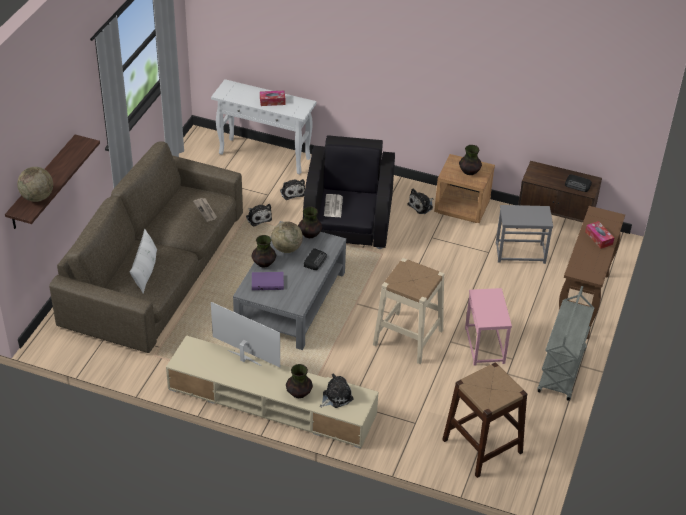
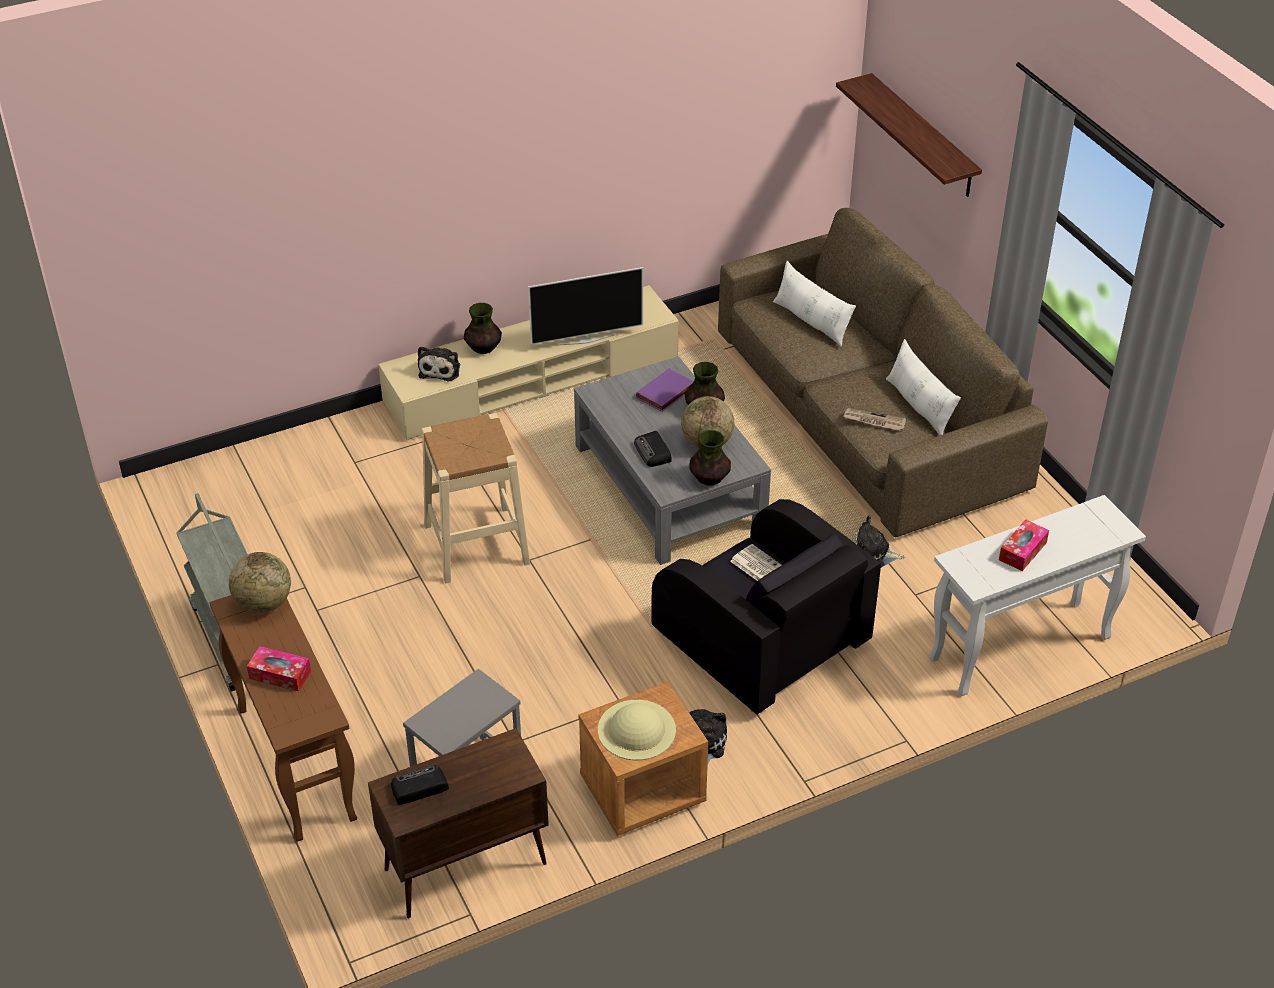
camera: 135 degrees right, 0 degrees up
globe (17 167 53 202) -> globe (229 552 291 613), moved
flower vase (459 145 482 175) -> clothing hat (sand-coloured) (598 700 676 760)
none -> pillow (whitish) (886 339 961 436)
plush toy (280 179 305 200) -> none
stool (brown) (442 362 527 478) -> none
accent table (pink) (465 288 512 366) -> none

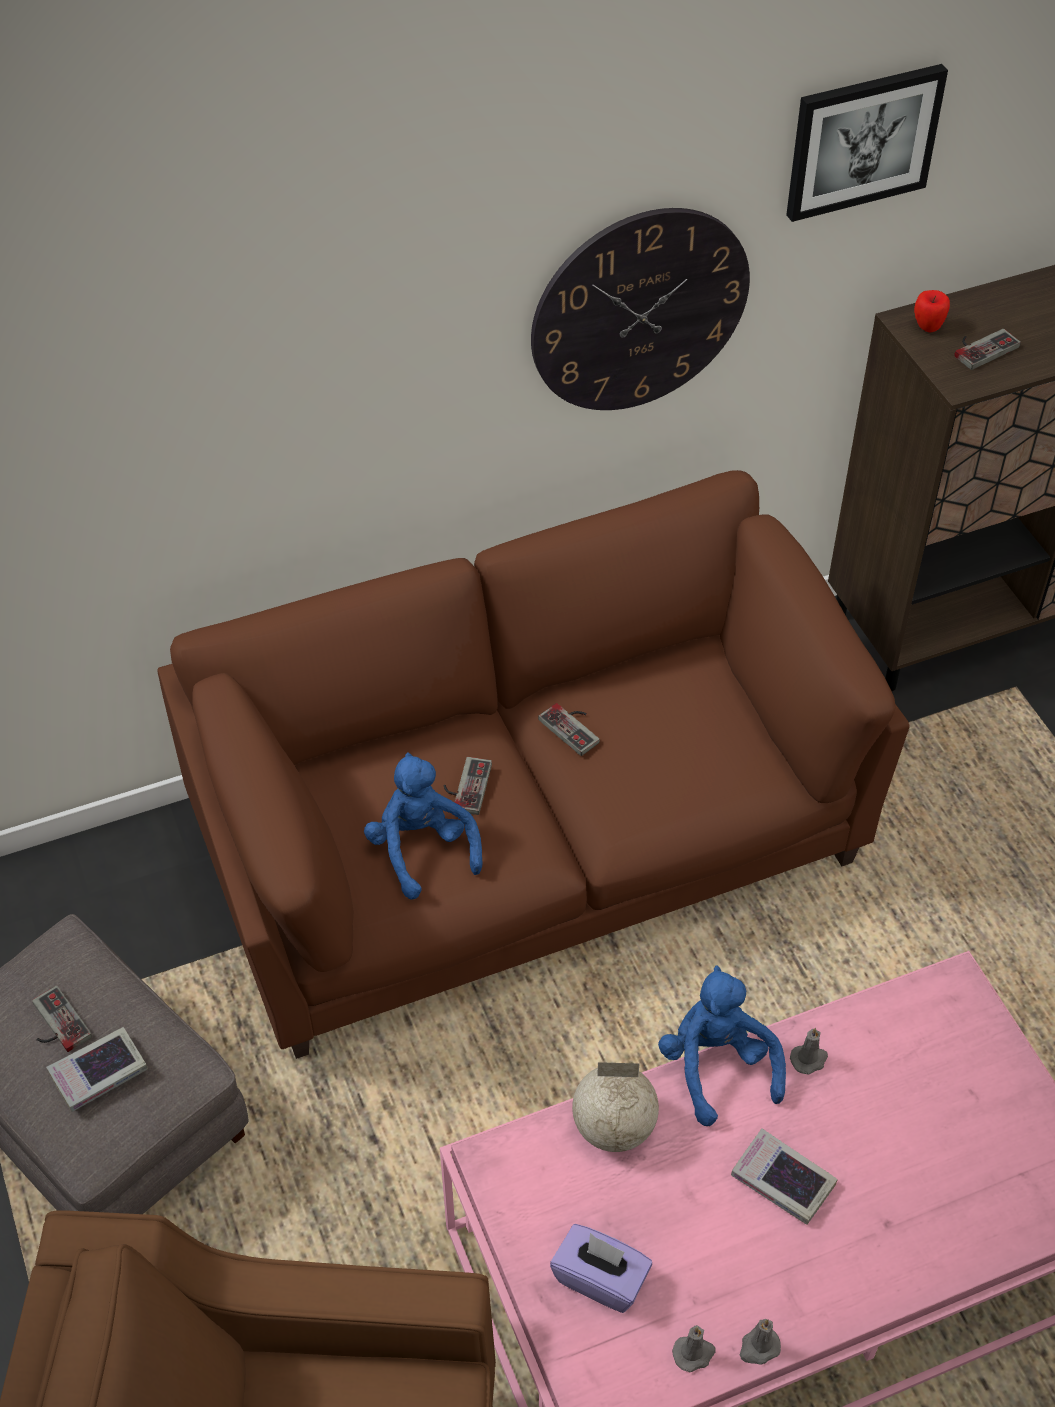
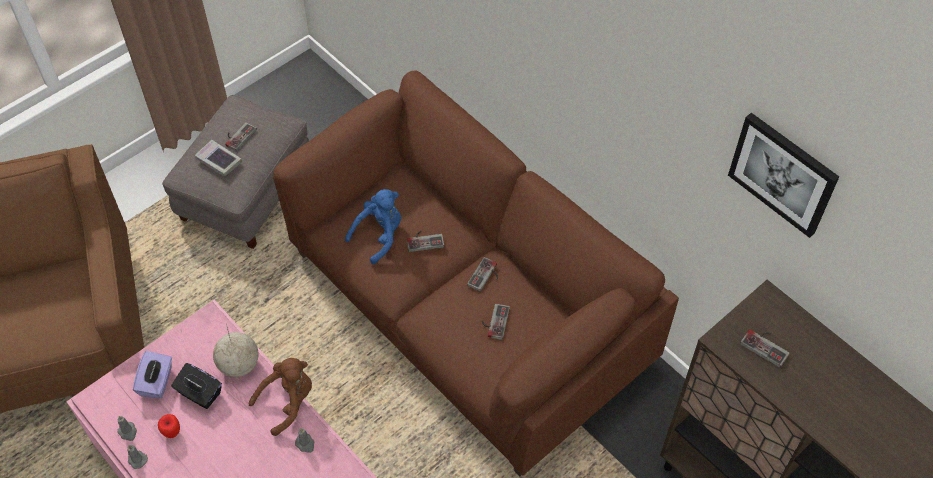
camera: 70 degrees right, 5 degrees up
apple (914 290 950 333) -> apple (158 414 180 438), moved
none -> box of tissues (black) (171 363 222 409)
plush toy (blue-coloured) (658 965 786 1126) -> plush toy (brown) (249 358 312 436)
none -> gamepad (482 304 510 340)
hanging clock (531 208 750 410) -> none
volume (731 1128 838 1225) -> none

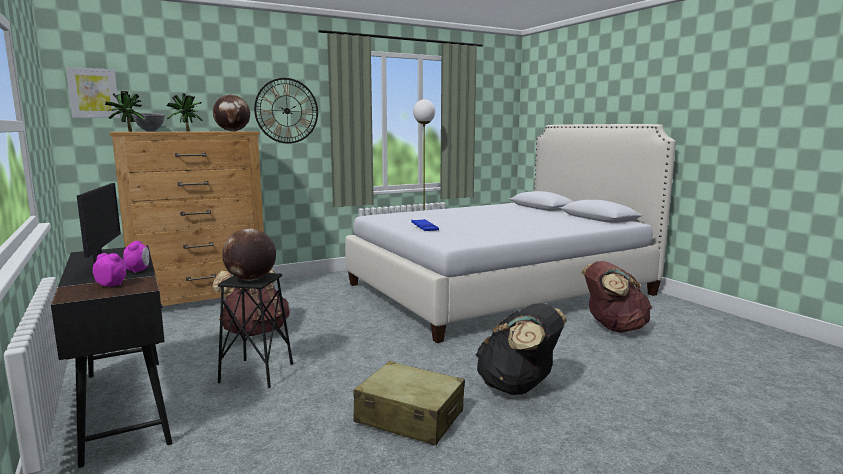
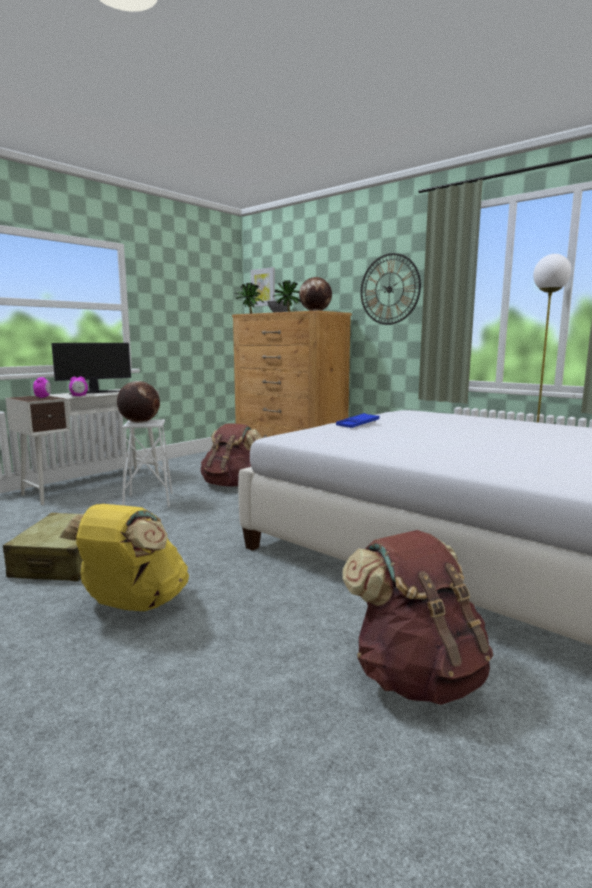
camera: 70 degrees right, 0 degrees up
desk (black) (51 245 172 468) -> desk (whitish) (5 389 160 505)
knapsack (black) (476 303 567 395) -> knapsack (yellow) (60 504 189 611)
stool (black) (218 273 293 388) -> stool (whitish) (122 419 173 507)

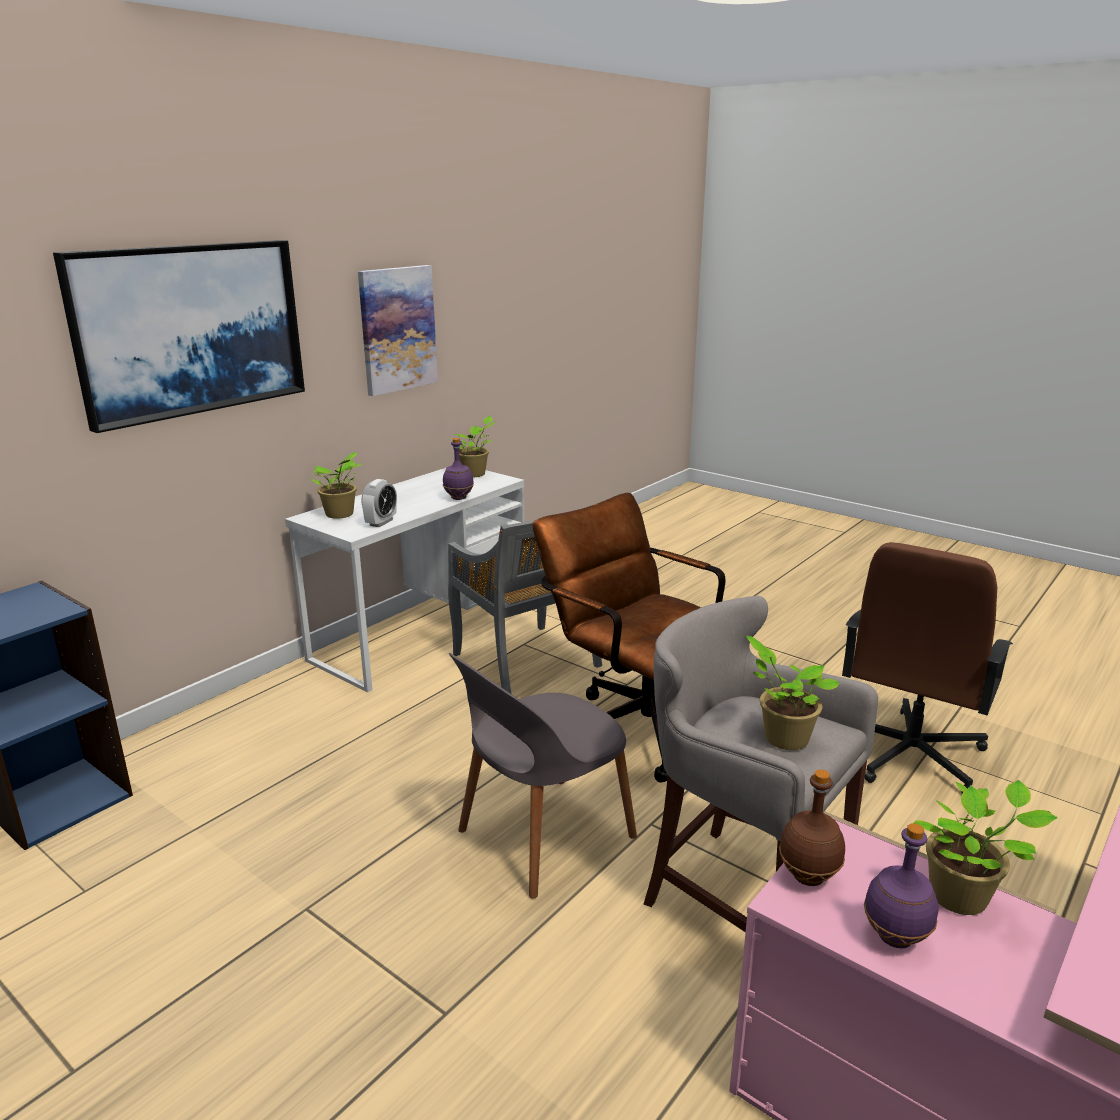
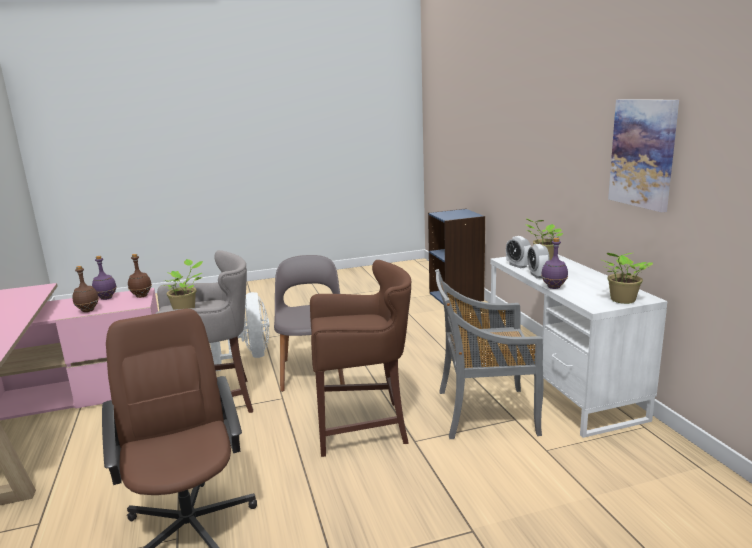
camera: 125 degrees right, 5 degrees down
potted plant (913 780 1058 915) -> bottle (brown) (72 266 99 312)
none -> electric fan (whitish) (210 292 270 371)
office chair (brown) (532 493 725 783) -> stool (brown) (310 260 411 457)
none -> table clock (527 244 550 278)
picture (53 240 305 433) -> none

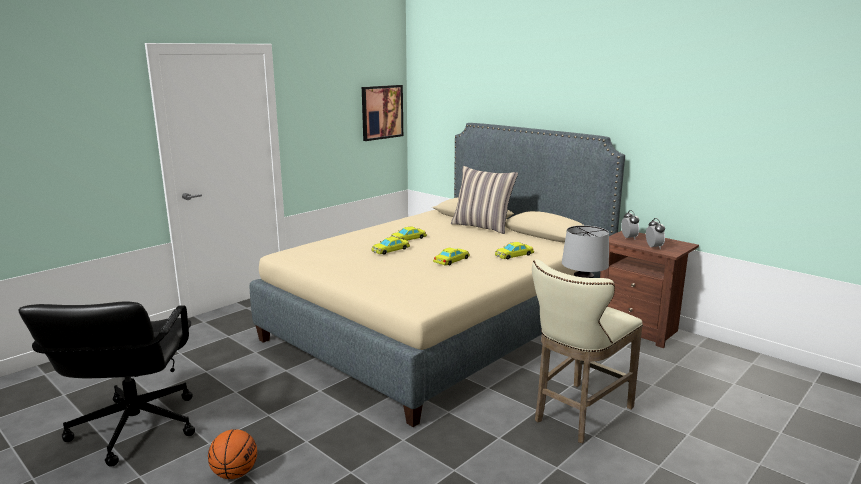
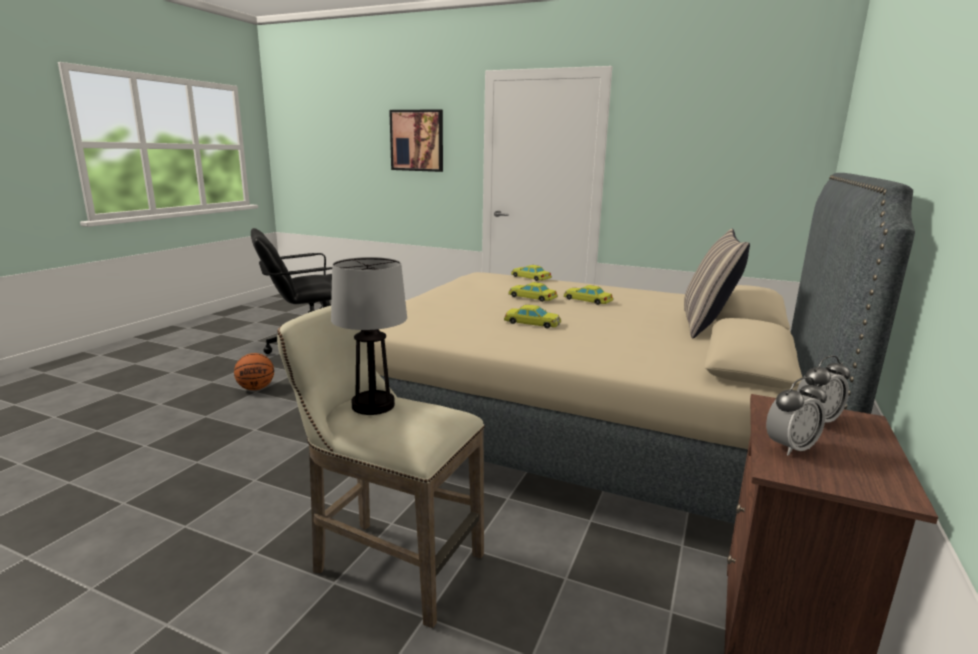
camera: 70 degrees right, 0 degrees up
picture (362 85 403 141) -> picture (389 109 443 172), moved
toy car (yellow) (495 242 534 260) -> toy car (yellow) (511 265 552 281), moved

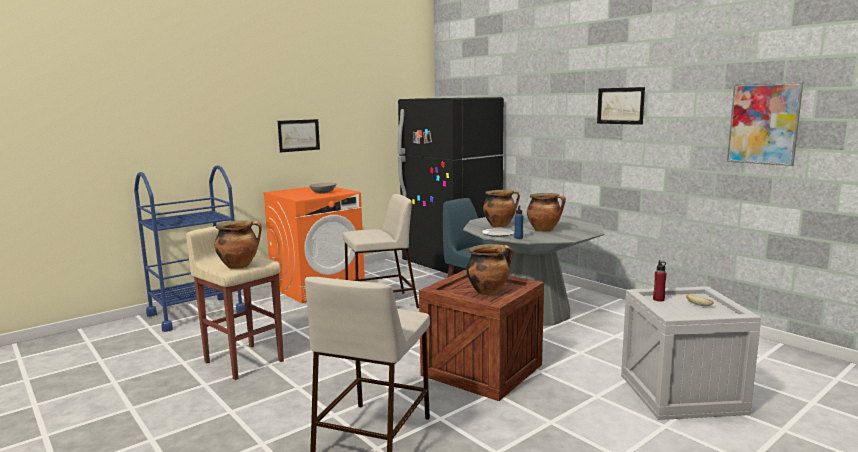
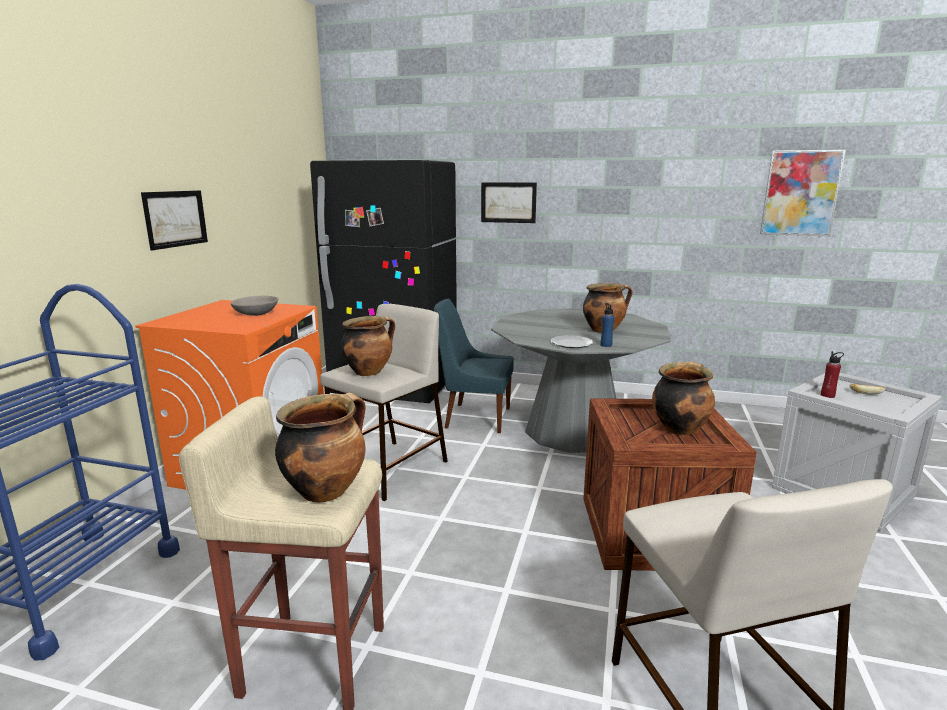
camera: 35 degrees left, 5 degrees up
saucepot (483 190 520 227) -> saucepot (341 316 395 376), moved
picture (597 87 645 125) -> picture (481 182 537 223), moved

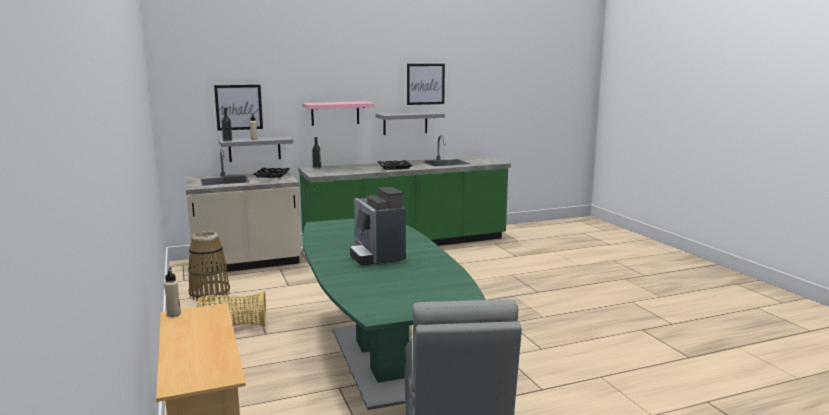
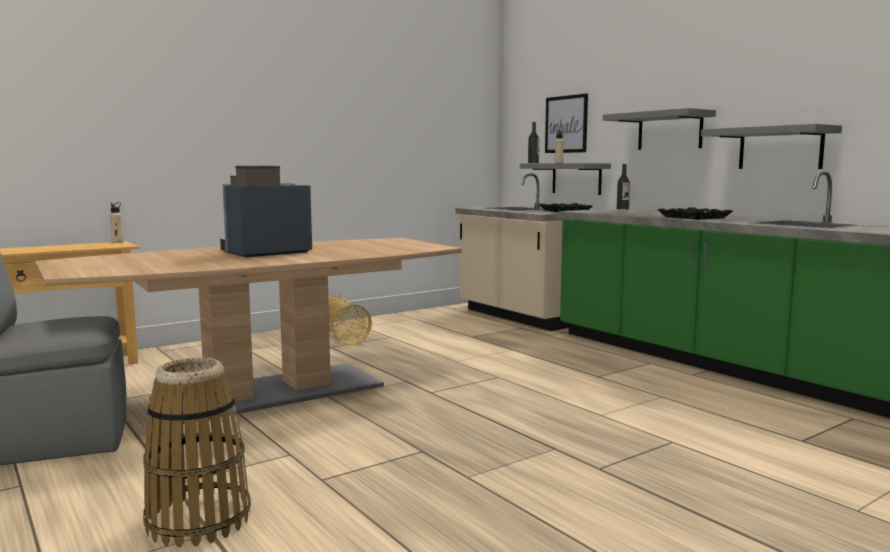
camera: 75 degrees right, 5 degrees down
dining table (green) (303 218 486 410) -> dining table (brown) (35 238 462 424)
household basket (188 231 230 301) -> household basket (143 358 251 547), moved
shelf (pink) (302 101 375 126) -> shelf (greyish) (603 108 716 150)
picture (407 64 445 105) -> none

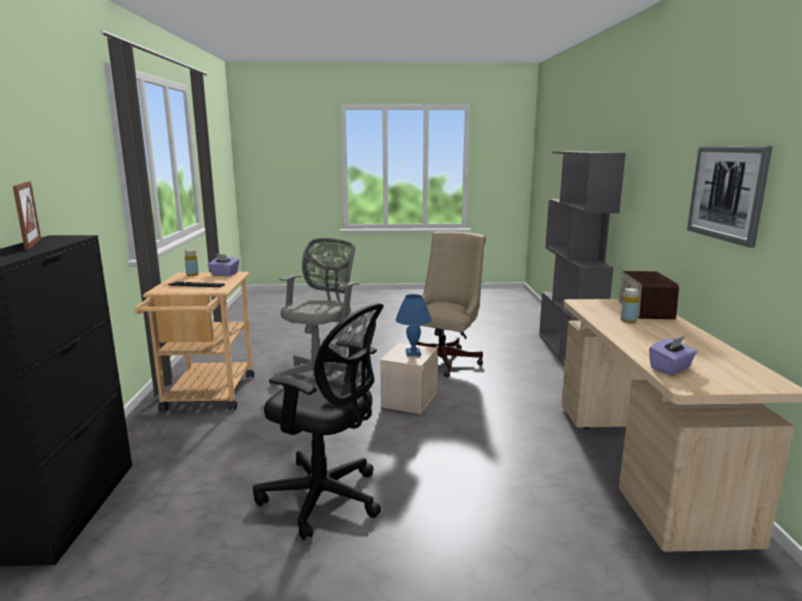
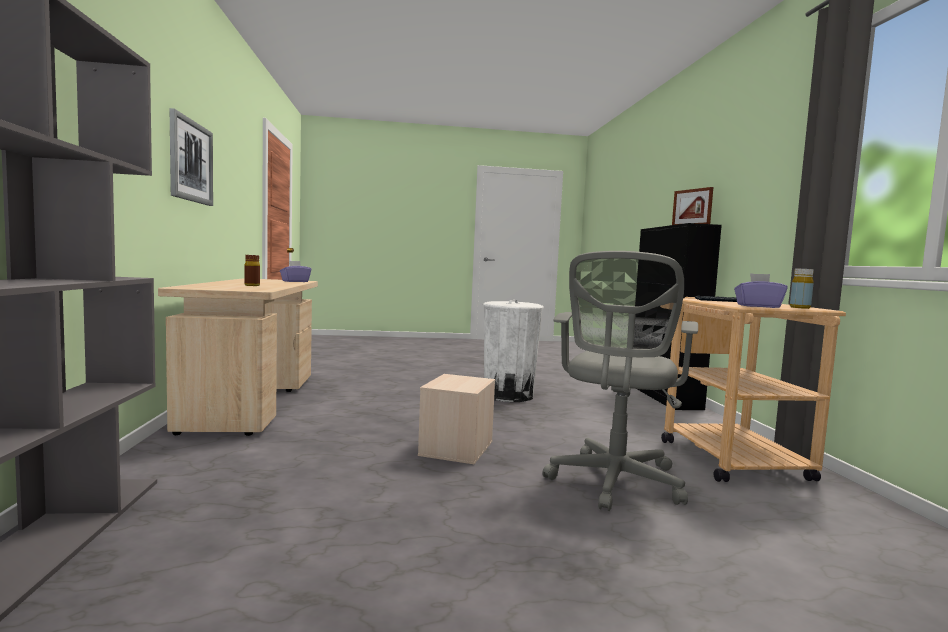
camera: 175 degrees right, 10 degrees down
bottle (yellow) (621 288 639 323) -> bottle (brown) (245 255 260 286)
office chair (black) (253 303 384 540) -> trash can (whitish) (483 300 544 402)
lamp for a table (blue-coloured) (395 294 432 356) -> none
office chair (sand-coloured) (416 232 486 377) -> none
radio receiver (619 271 679 319) -> none

